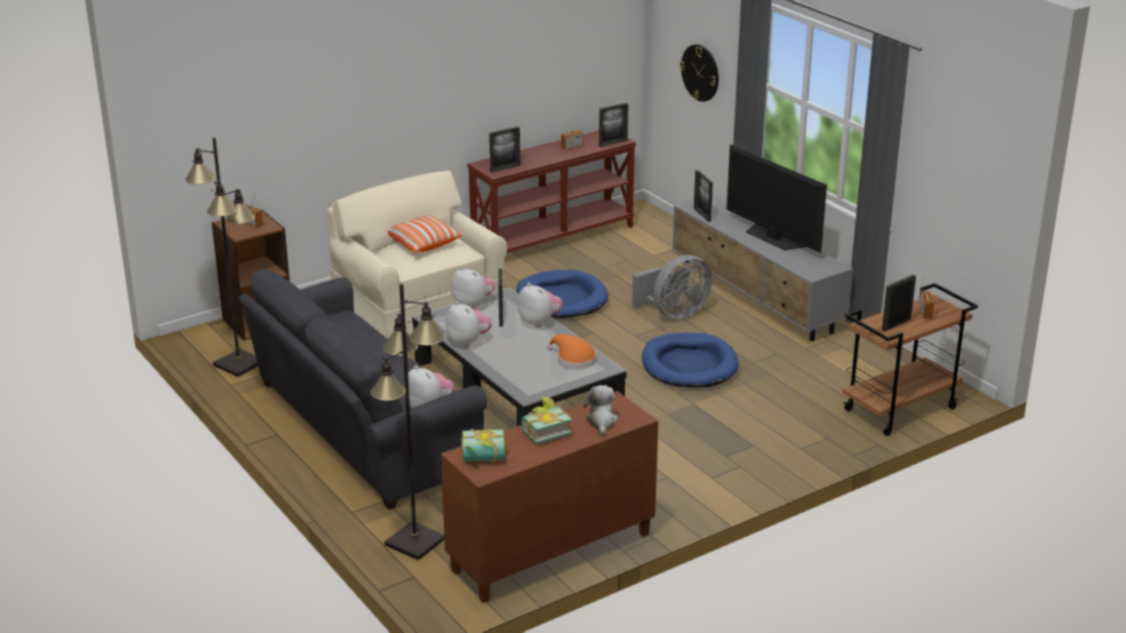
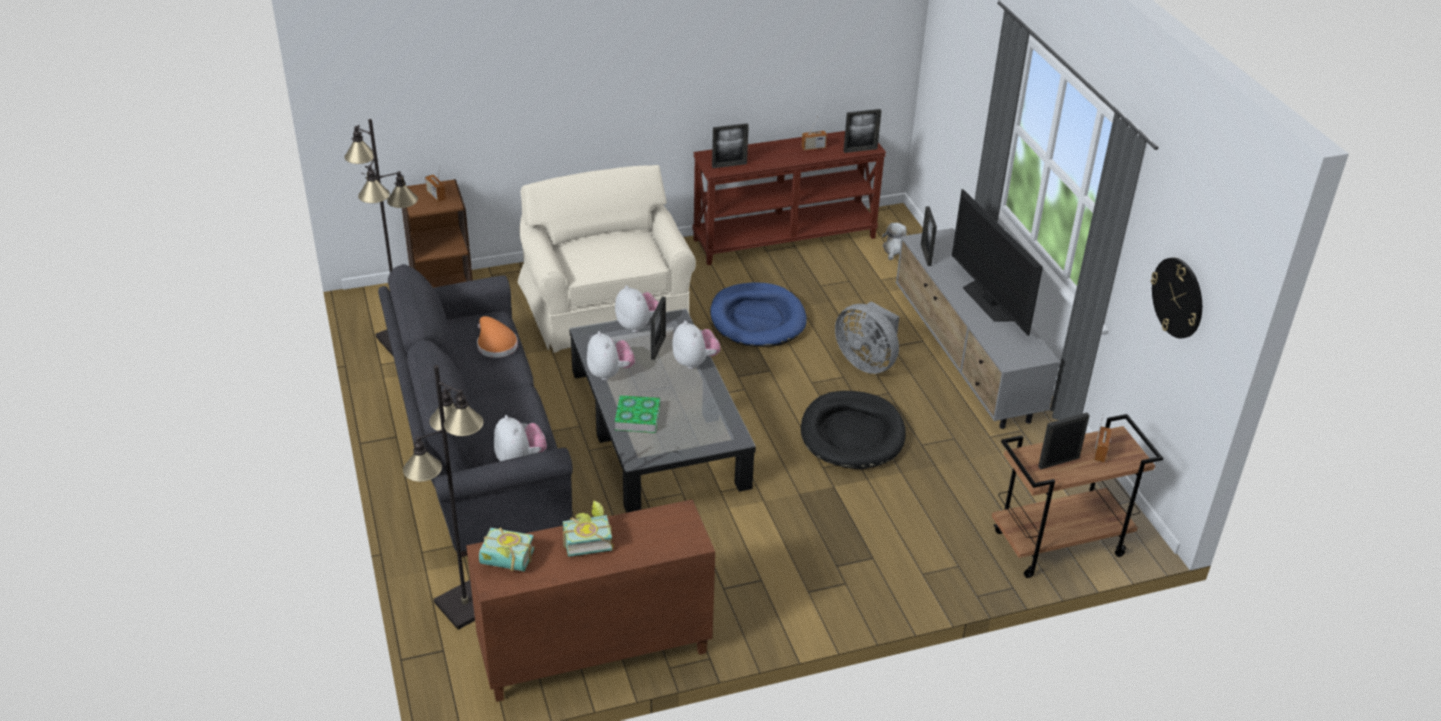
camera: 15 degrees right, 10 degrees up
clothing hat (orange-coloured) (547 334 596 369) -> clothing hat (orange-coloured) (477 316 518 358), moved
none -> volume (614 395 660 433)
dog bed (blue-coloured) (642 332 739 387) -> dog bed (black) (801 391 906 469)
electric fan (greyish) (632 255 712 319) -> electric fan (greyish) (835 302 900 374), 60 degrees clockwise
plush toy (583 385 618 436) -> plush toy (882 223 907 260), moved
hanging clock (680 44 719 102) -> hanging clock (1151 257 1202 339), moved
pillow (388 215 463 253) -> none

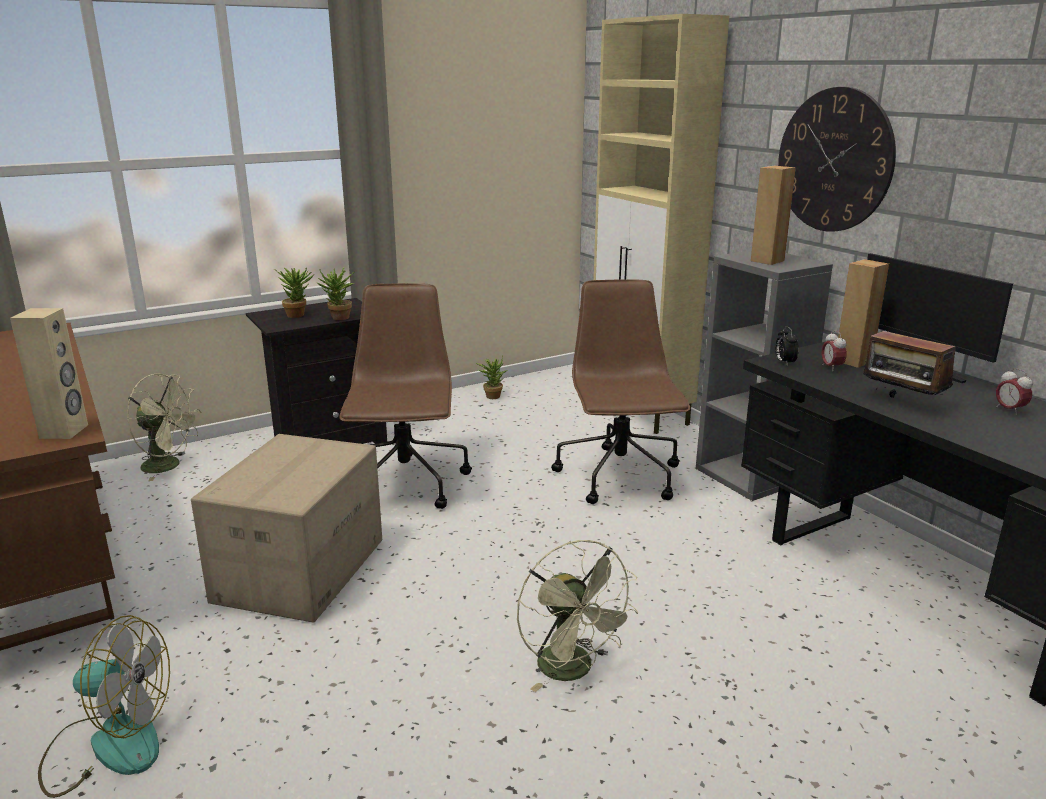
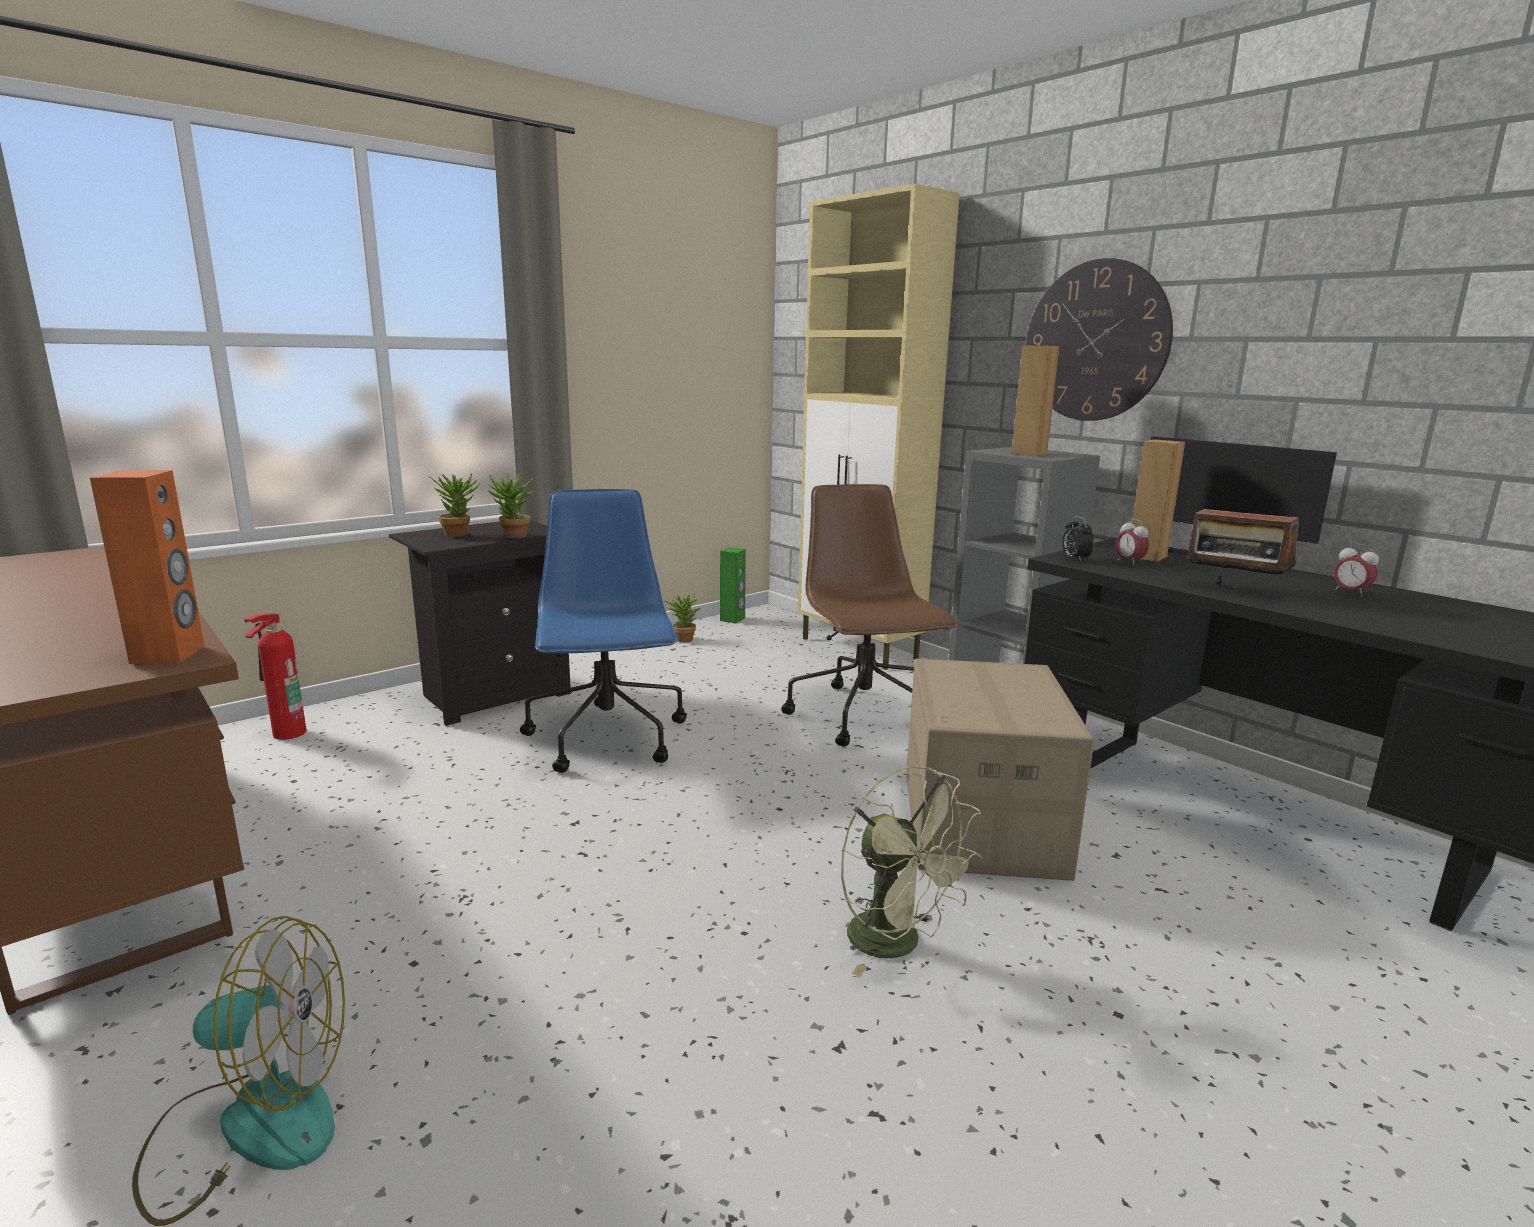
camera: 10 degrees left, 5 degrees down
audio speaker (sand-coloured) (10 308 88 439) -> audio speaker (orange-coloured) (90 470 205 664)
electric fan (green) (127 373 201 481) -> fire extinguisher (244 613 306 740)
office chair (brown) (339 283 472 509) -> office chair (blue-coloured) (520 489 687 773)
none -> audio speaker (green) (720 547 746 623)
packing box (191 434 382 623) -> packing box (906 659 1094 881), moved

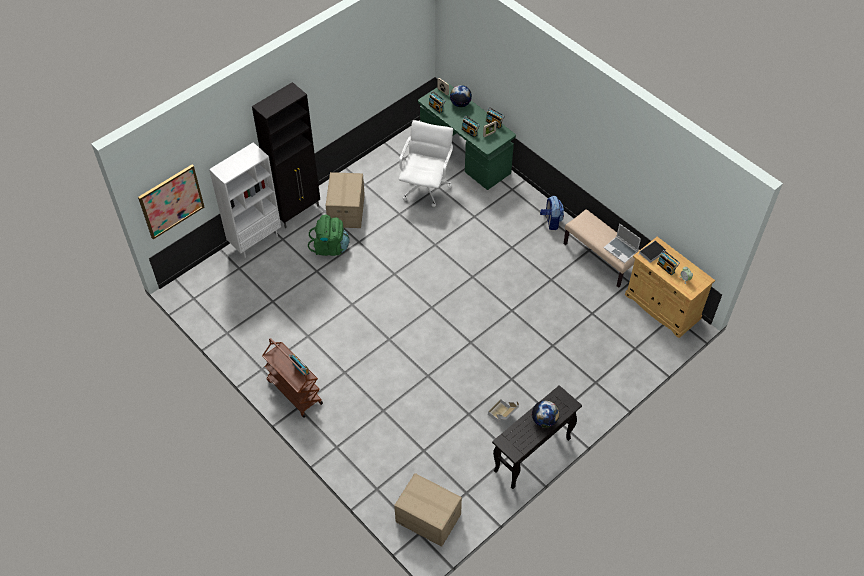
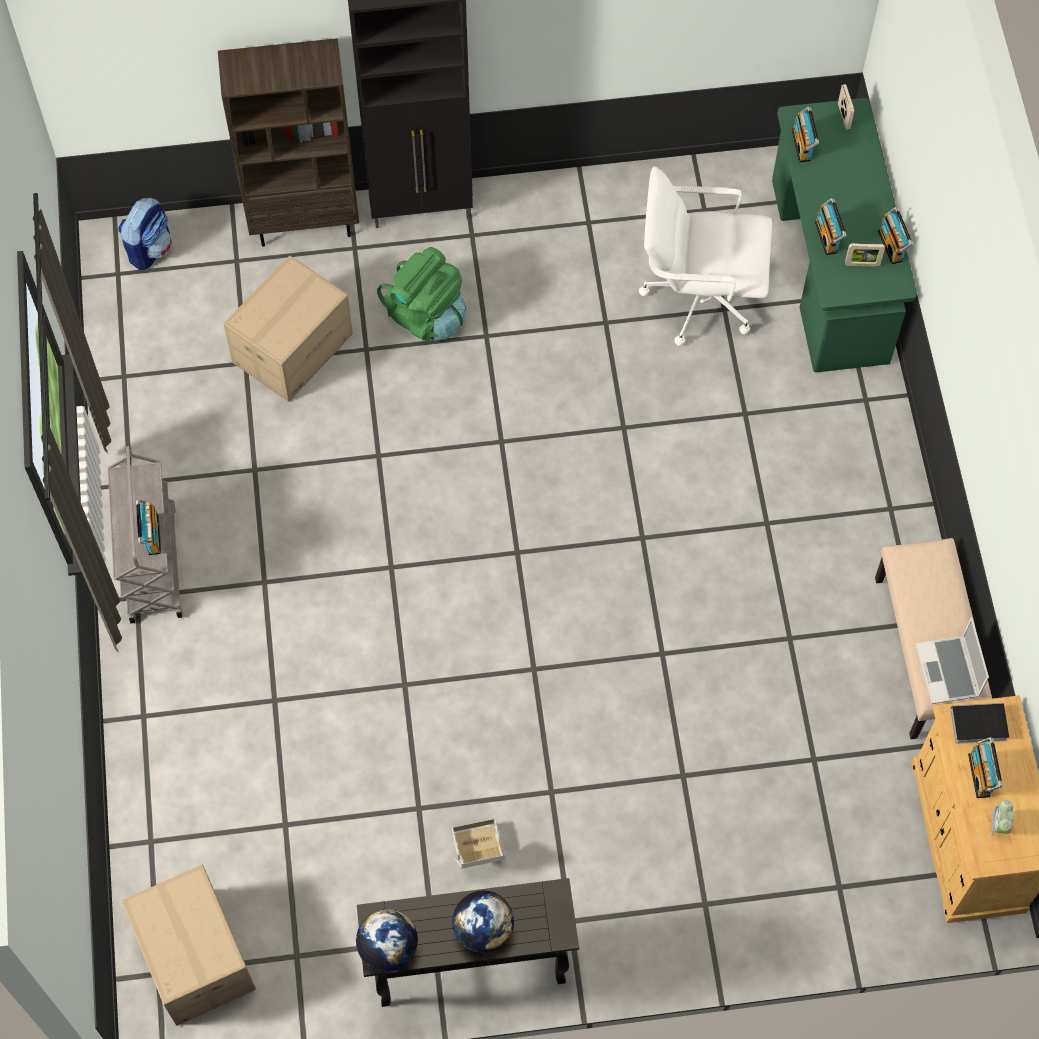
camera: 35 degrees right, 10 degrees up
cart (brown) (262 338 323 418) -> cart (greyish) (108 446 183 624)
knapsack (540 196 564 230) -> knapsack (118 198 172 270), moved
bookshelf (whitish) (209 142 281 258) -> bookshelf (brown) (218 38 359 247)
packing box (326 172 365 228) -> packing box (224 256 353 402), moved
globe (450 85 472 107) -> globe (356 909 418 972), moved
office chair (whitish) (399 120 453 207) -> office chair (whitish) (639 167 772 346), 135 degrees counterclockwise
picture (138 165 205 240) -> none

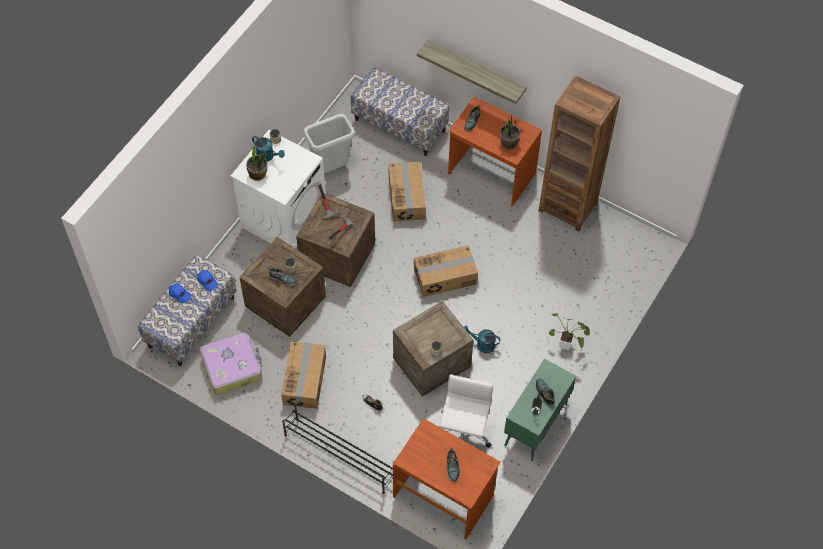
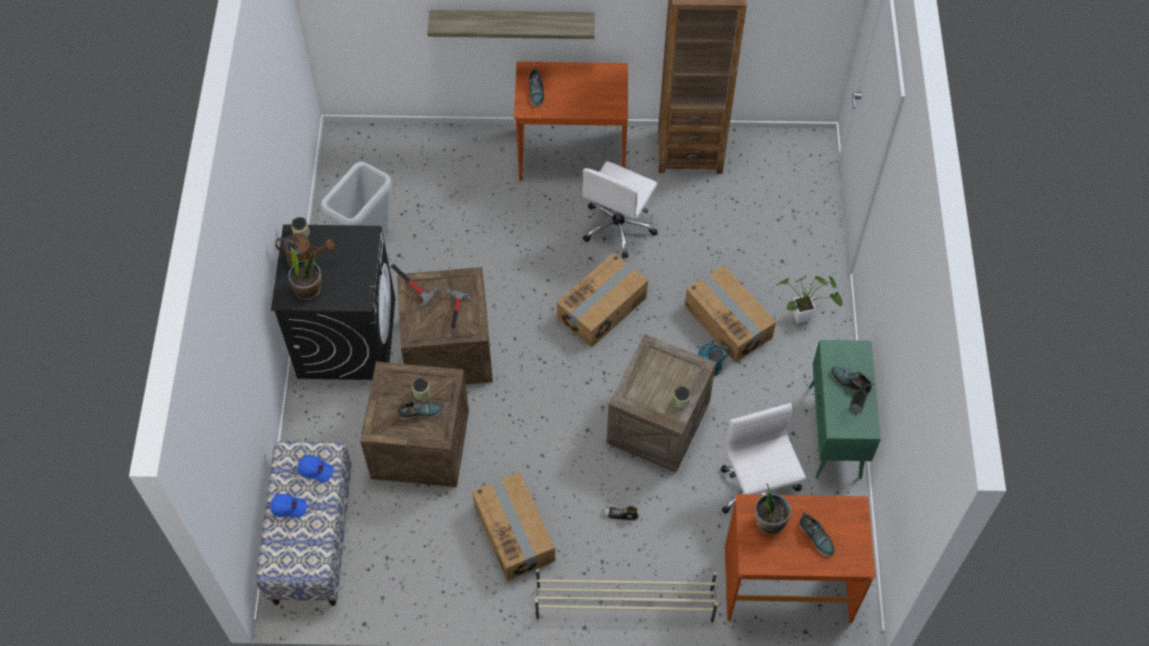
camera: 30 degrees left, 0 degrees up
washing machine (whitish) (230 130 326 249) -> washing machine (black) (271 224 395 380)
watering pot (turquoise-coloured) (252 136 285 162) -> watering pot (brown) (275 233 335 267)
shoe rack (black) (282 404 393 494) -> shoe rack (sand-coloured) (535 569 718 624)
none -> office chair (whitish) (583 161 658 258)
packing box (388 162 426 222) -> packing box (685 265 776 363), moved
potted plant (500 115 521 150) -> potted plant (755 484 791 535), moved
piece of luggage (200 332 262 395) -> none
long seat (351 68 450 156) -> none

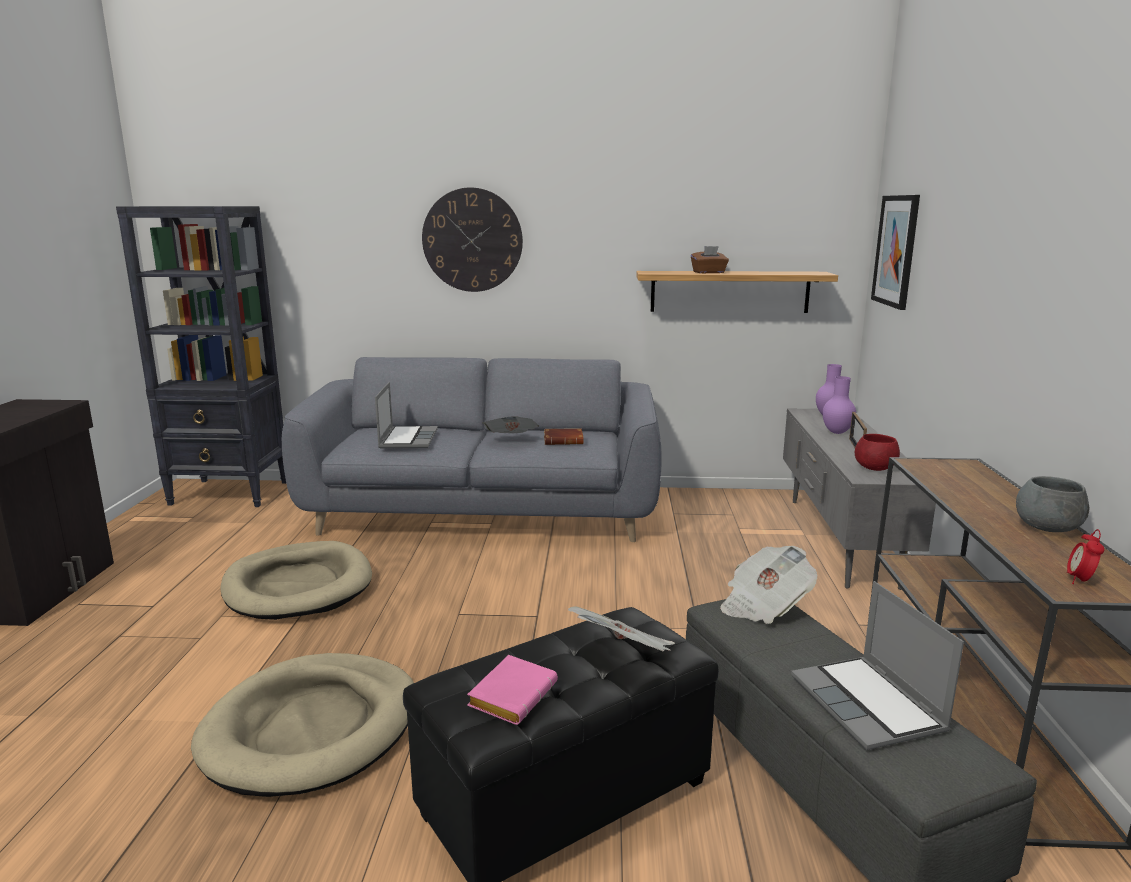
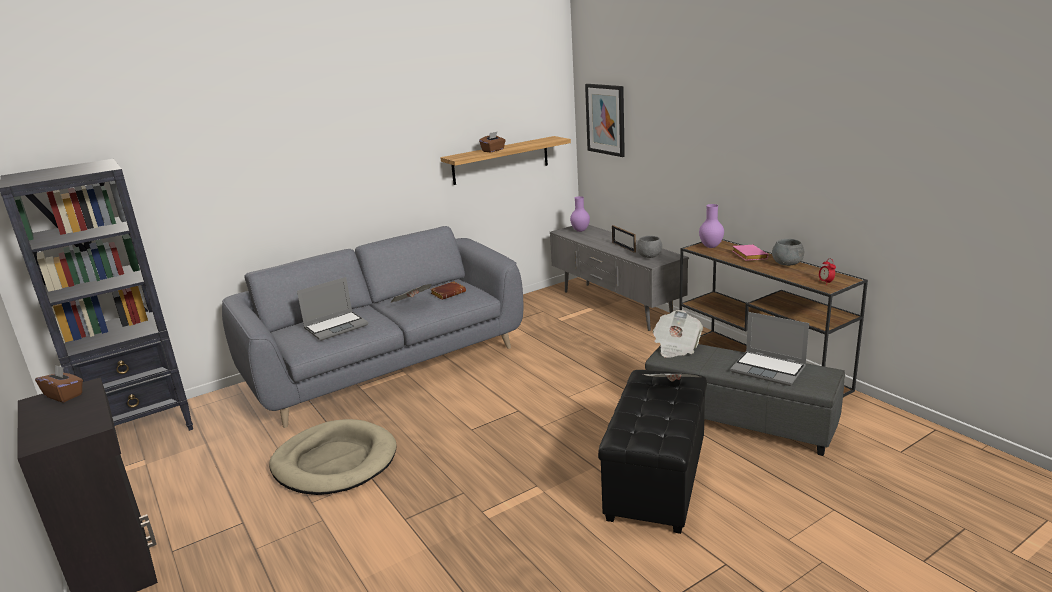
camera: 35 degrees left, 5 degrees up
none -> box of tissues (brown) (35 364 83 402)
portable computer (375 382 438 449) -> portable computer (297 277 369 341), 90 degrees clockwise
deep dish (reddish) (855 434 900 471) -> deep dish (greyish) (637 236 662 258)
flower vase (purple) (822 376 856 434) -> flower vase (purple) (699 204 724 248), moved
volume (pink) (467 655 558 725) -> volume (pink) (733 245 768 261), moved
dog bed (sand-coloured) (191 653 414 797) -> none
hanging clock (422 187 523 292) -> none

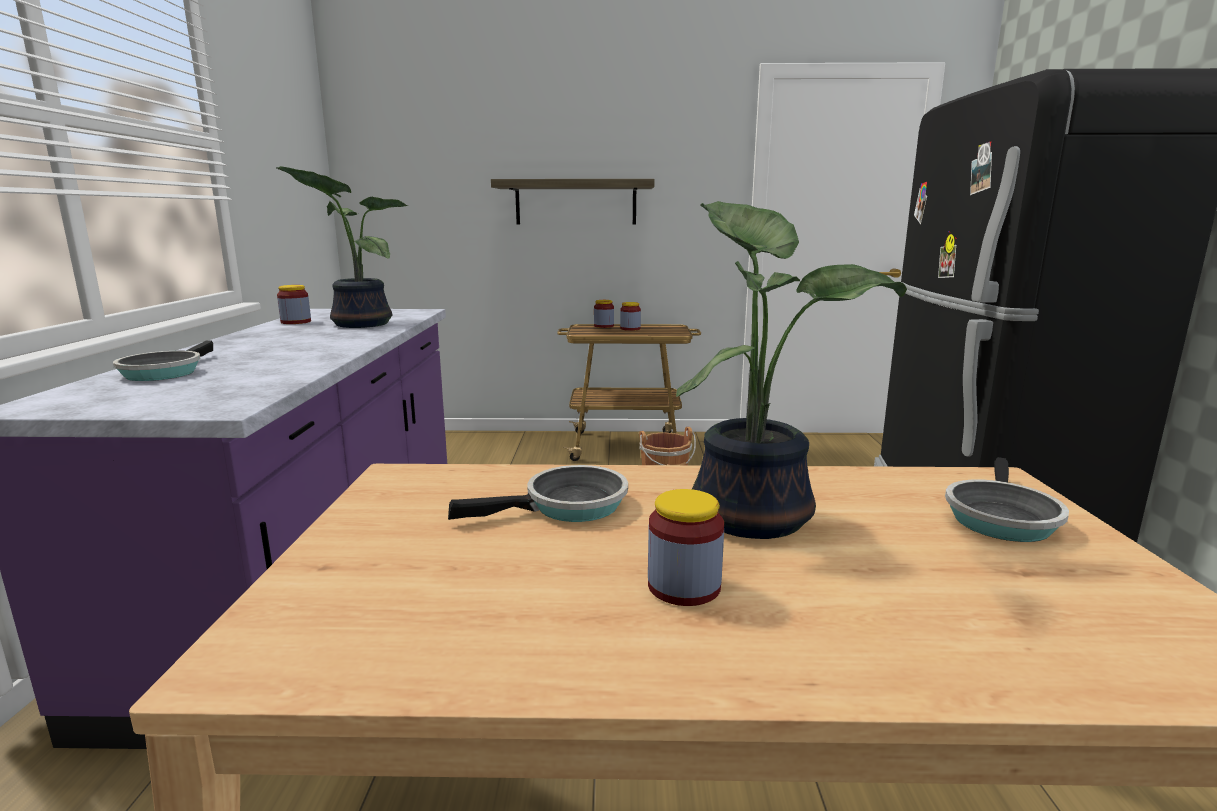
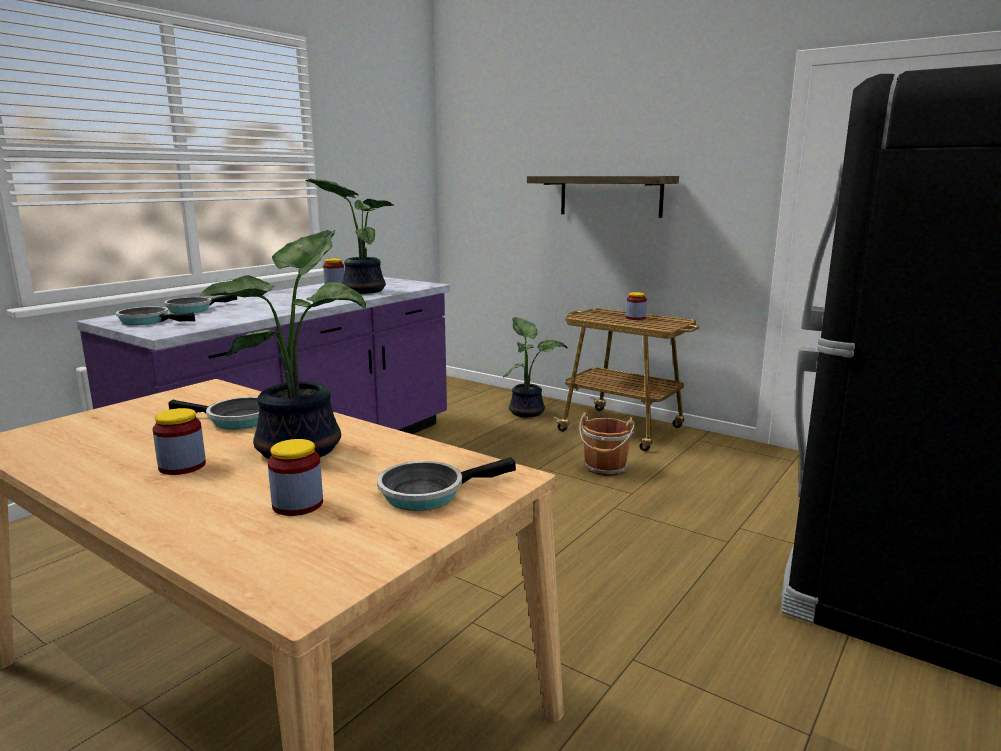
camera: 35 degrees right, 0 degrees up
none -> frying pan (116 307 195 325)
storage jar (594 300 614 328) -> storage jar (268 439 323 516), moved
none -> potted plant (503 317 567 417)

